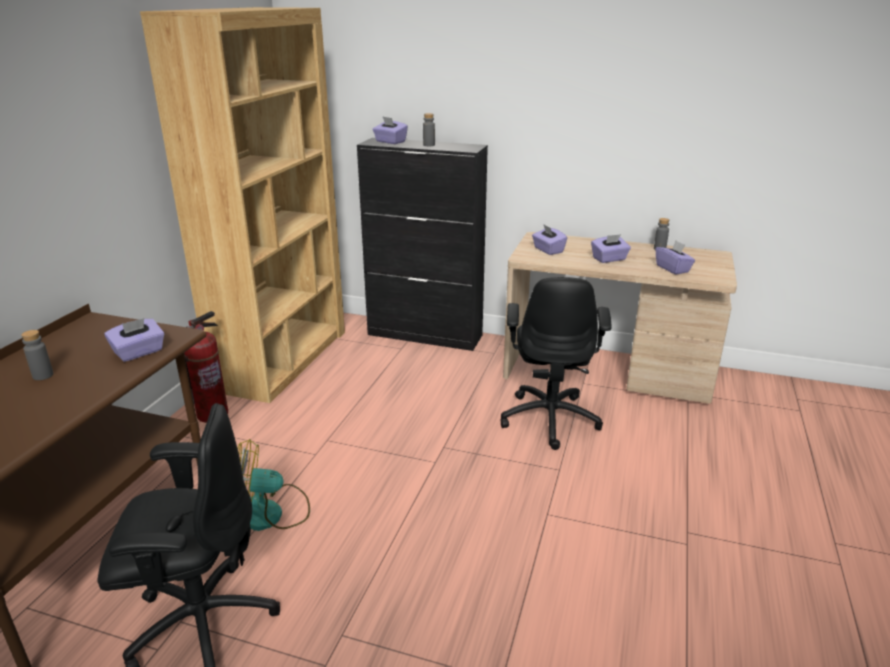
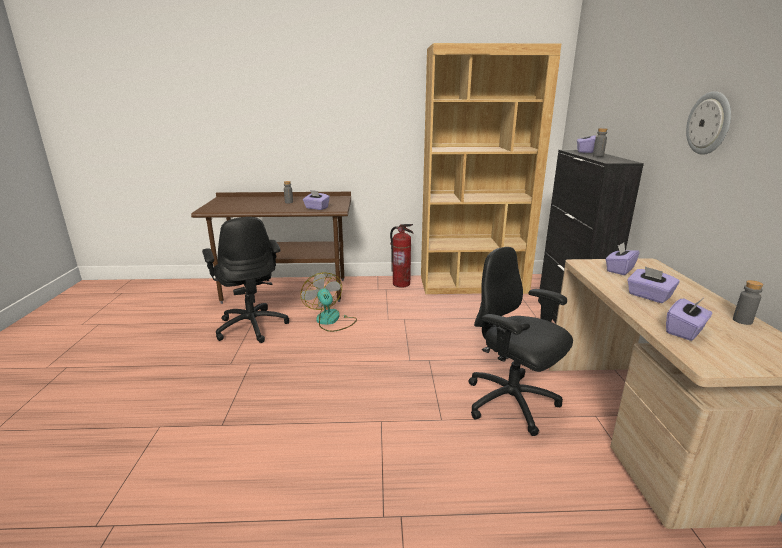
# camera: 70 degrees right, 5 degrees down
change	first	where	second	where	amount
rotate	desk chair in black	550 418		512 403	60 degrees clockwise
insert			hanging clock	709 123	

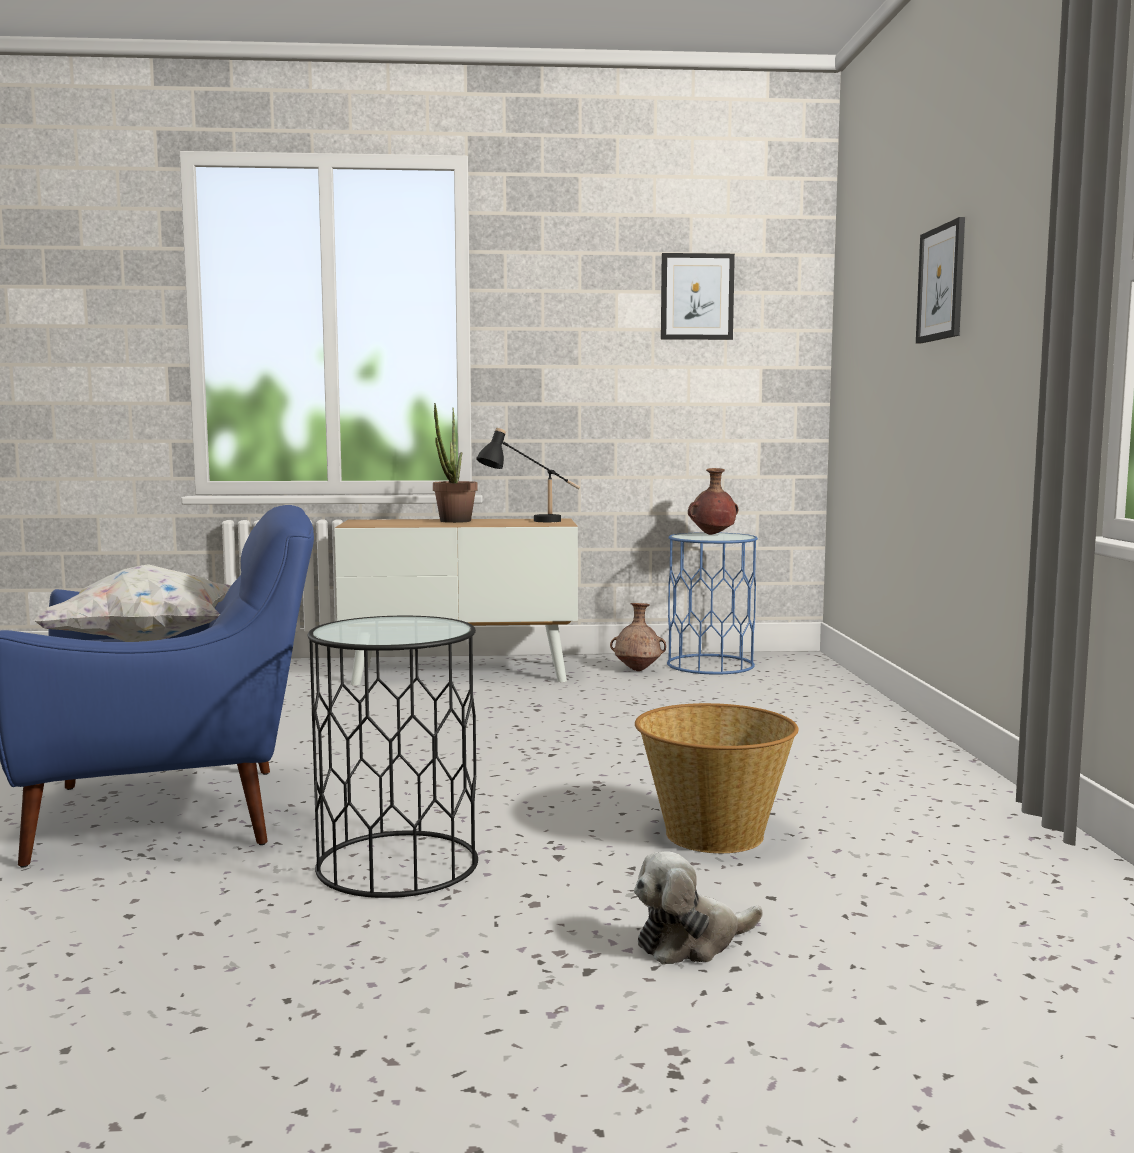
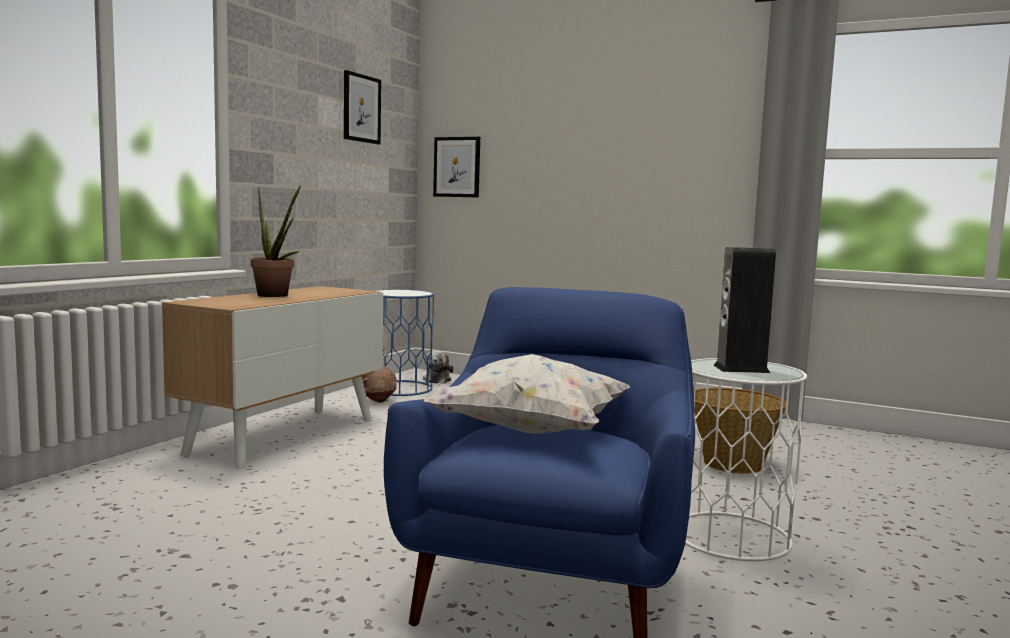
# camera: 60 degrees left, 0 degrees up
change	first	where	second	where	amount
move	wall art	941 283		457 167	
delete	tabletop lamp in black	531 522			
delete	vase in brownish	712 535			
recolor	end table in black	398 864	end table in white	731 536	
move	plush toy	691 942		437 380	
insert			audio speaker	741 369	

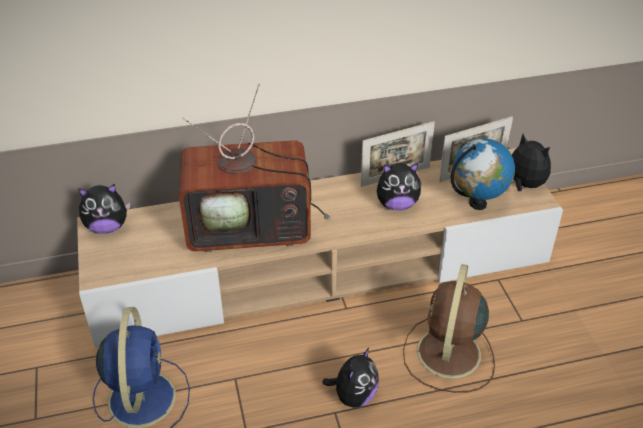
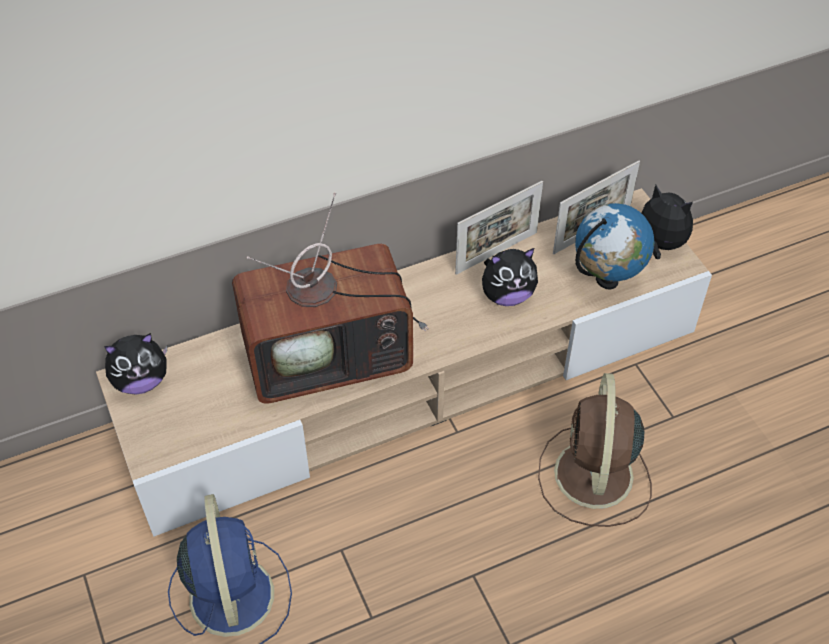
# camera: 10 degrees left, 10 degrees up
change	first	where	second	where	amount
delete	plush toy	353 396			

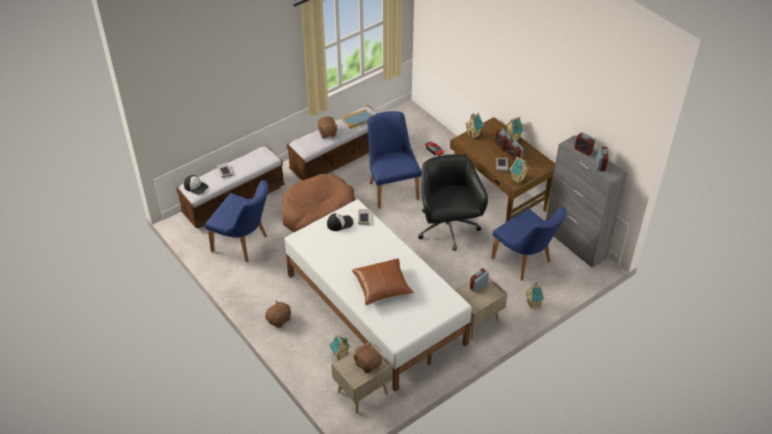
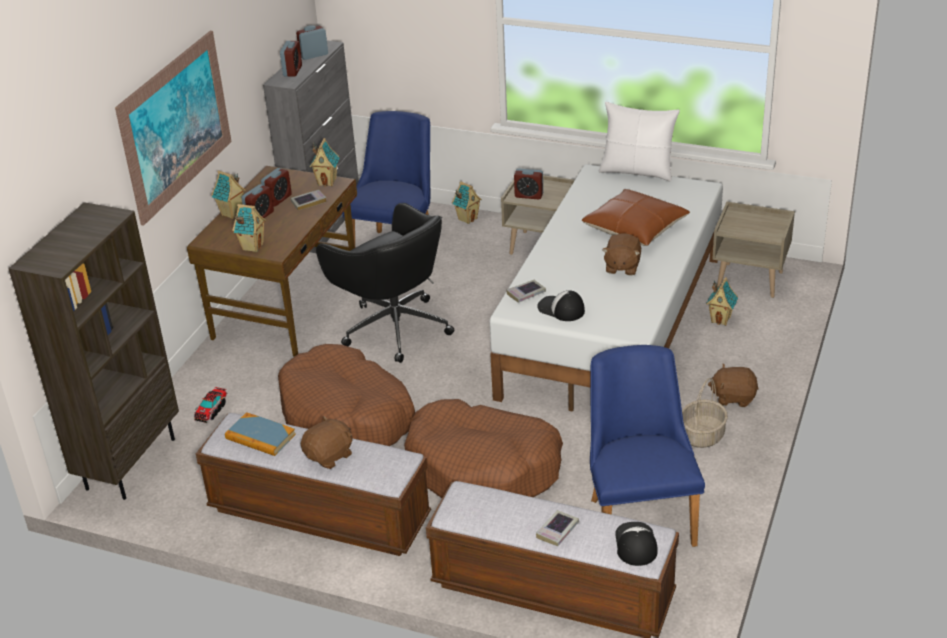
# camera: 120 degrees left, 10 degrees down
change	first	where	second	where	amount
replace	plain chair in bluish	391 187	pet bed in brownish	347 417	
rotate	desk chair in black	448 229		394 327	90 degrees counterclockwise
move	plush toy in brownish	367 364		622 267	
insert			wall art	176 125	
insert			cushion in white	637 171	
insert			bookshelf in brownish	130 463	
insert			basket	702 436	

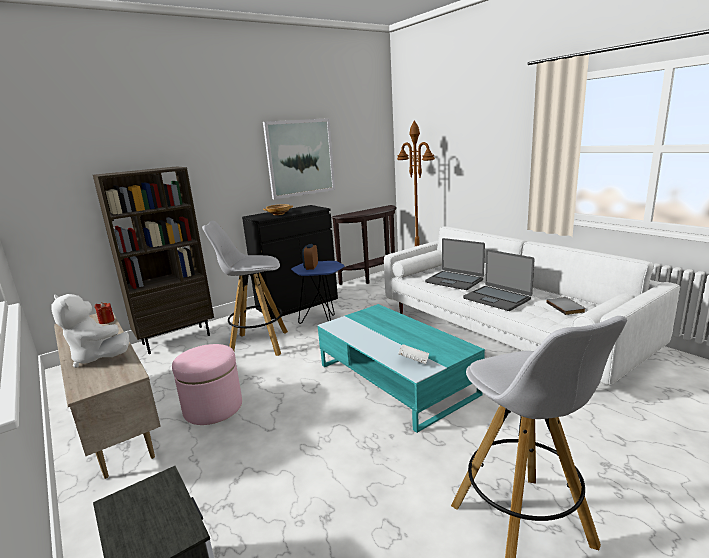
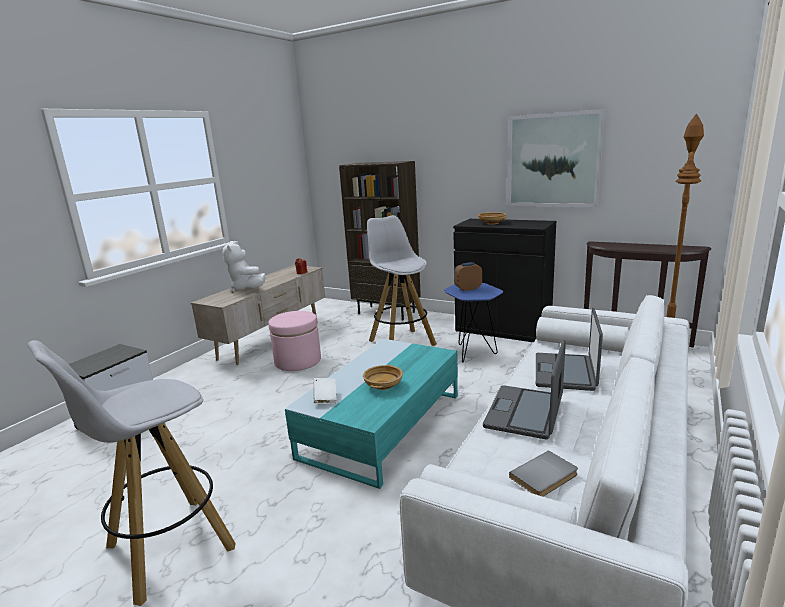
# camera: 65 degrees right, 0 degrees up
change	first	where	second	where	amount
rotate	plush toy in white	97 357		246 289	45 degrees counterclockwise
insert			deep dish in sand-coloured	383 385	

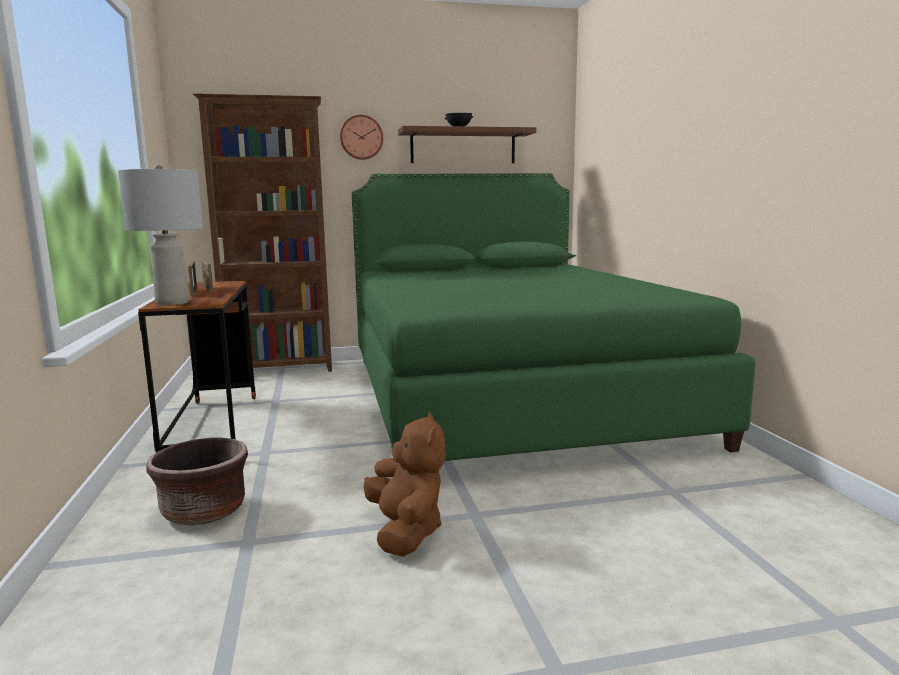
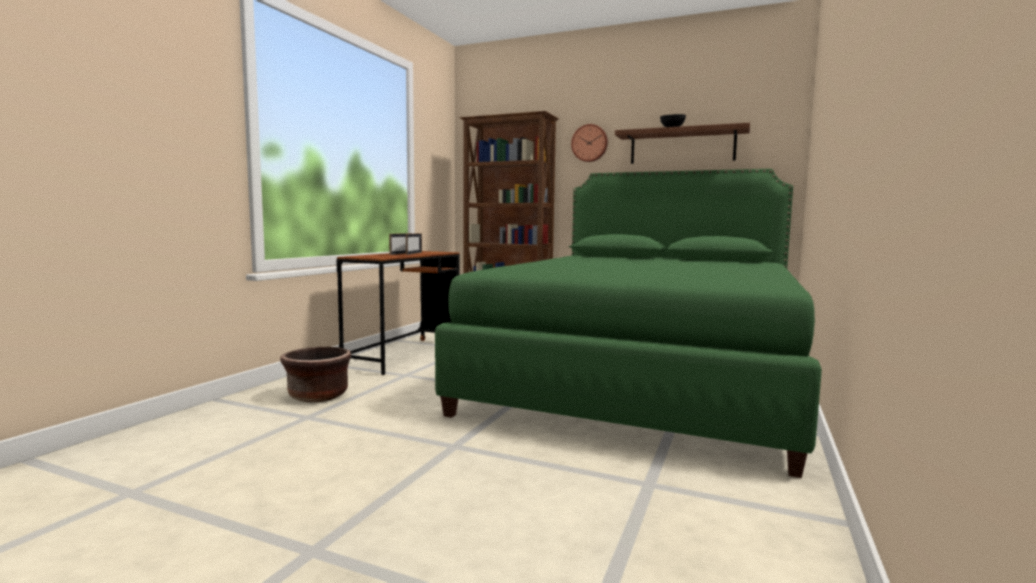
# camera: 35 degrees right, 5 degrees down
change	first	where	second	where	amount
delete	tabletop lamp in greyish	172 302			
delete	plush toy in brownish	405 532			

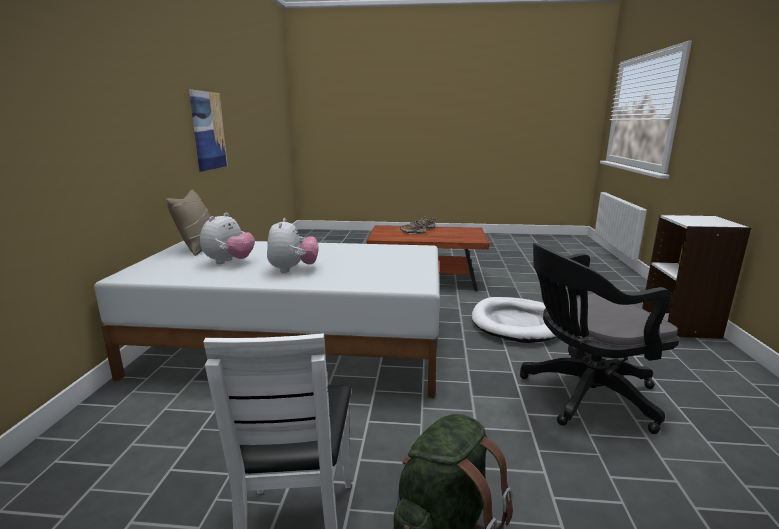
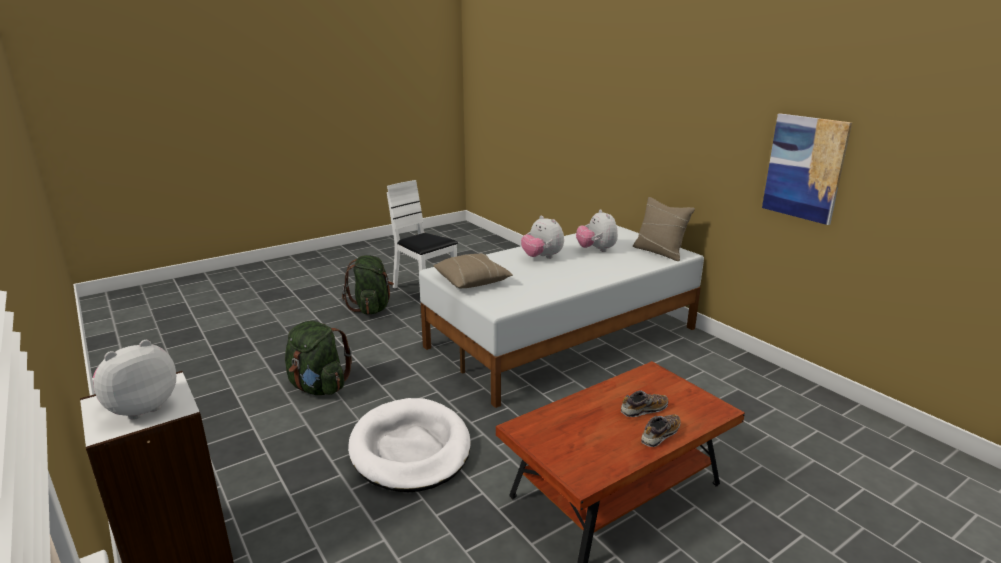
# camera: 140 degrees right, 5 degrees up
change	first	where	second	where	amount
replace	desk chair in black	583 395	backpack in green-coloured	318 387	
insert			cushion in sand-coloured	472 281	
insert			plush toy	140 408	

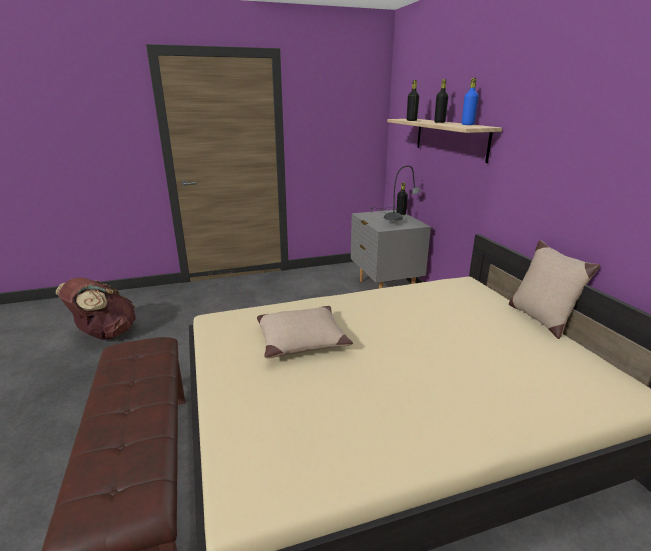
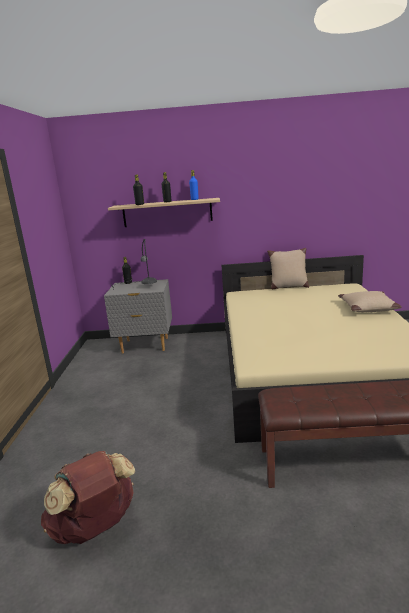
# camera: 70 degrees left, 5 degrees down
change	first	where	second	where	amount
move	cushion in sand-coloured	301 340		367 308	

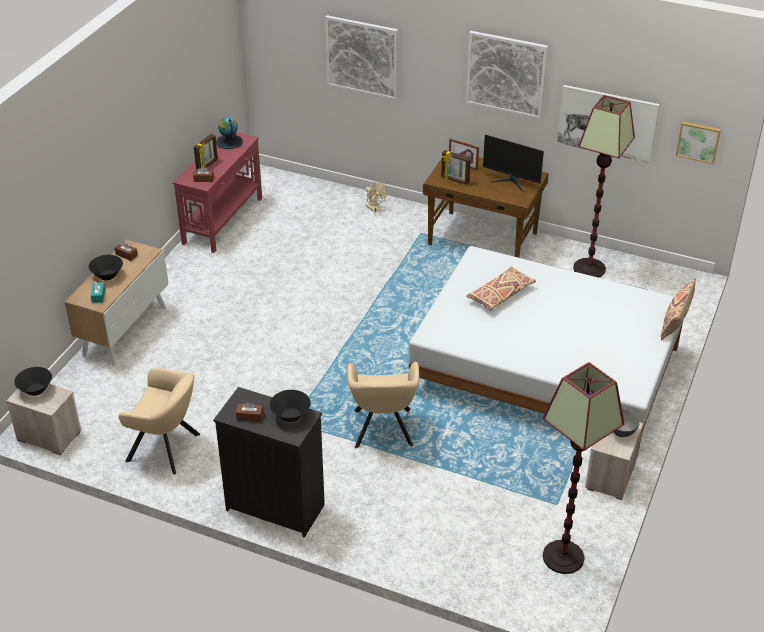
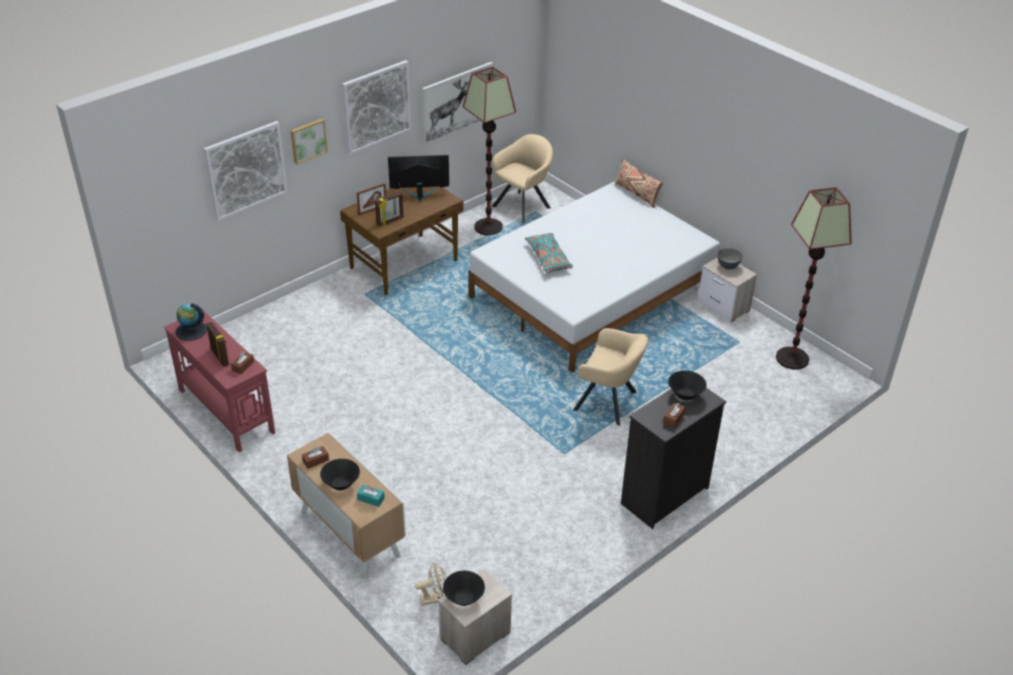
# camera: 65 degrees left, 0 degrees up
change	first	where	second	where	amount
move	wall art	698 141		308 140	
rotate	computer screen	511 181		419 195	150 degrees counterclockwise
move	electric fan in sand-coloured	375 209		434 598	
recolor	cushion in sand-coloured	500 295	cushion in turquoise-coloured	548 259	
move	easy chair in sand-coloured	167 449		523 205	

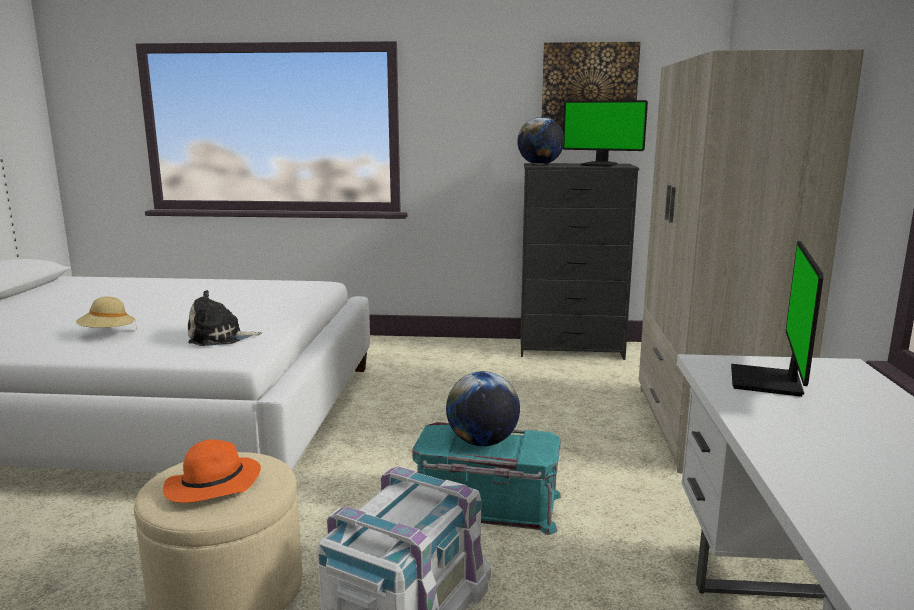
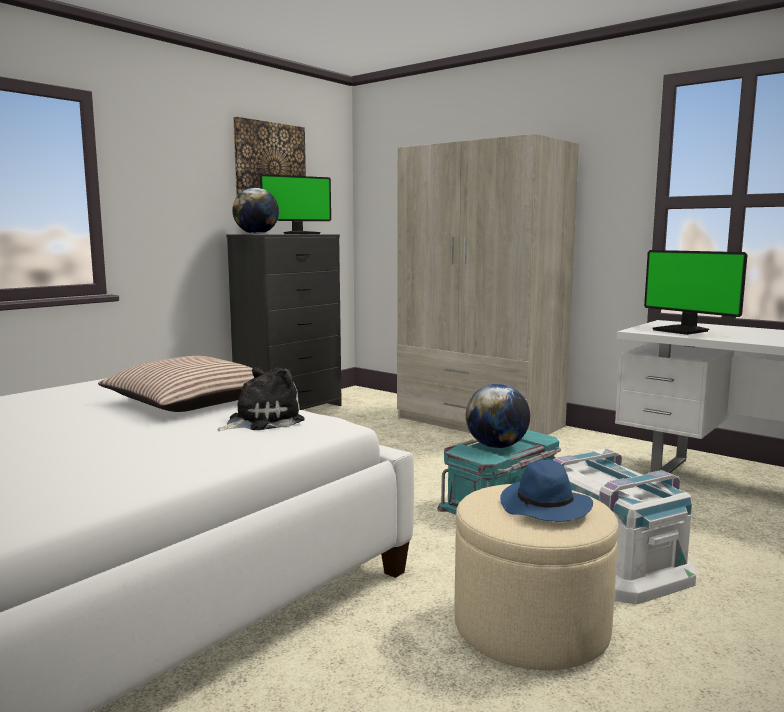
# camera: 55 degrees left, 5 degrees down
change	first	where	second	where	amount
rotate	plush toy	219 338		261 421	150 degrees counterclockwise
delete	wearable hat in sand-coloured	107 333			
recolor	wearable hat in orangey	212 486	wearable hat in bluish	545 507	
insert			cushion	190 402	

